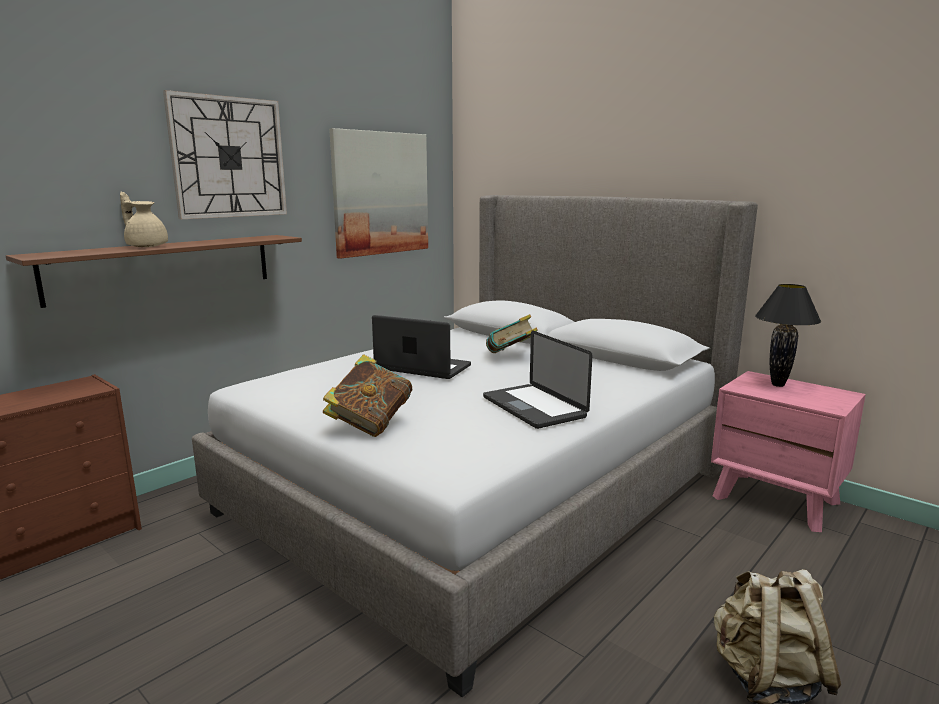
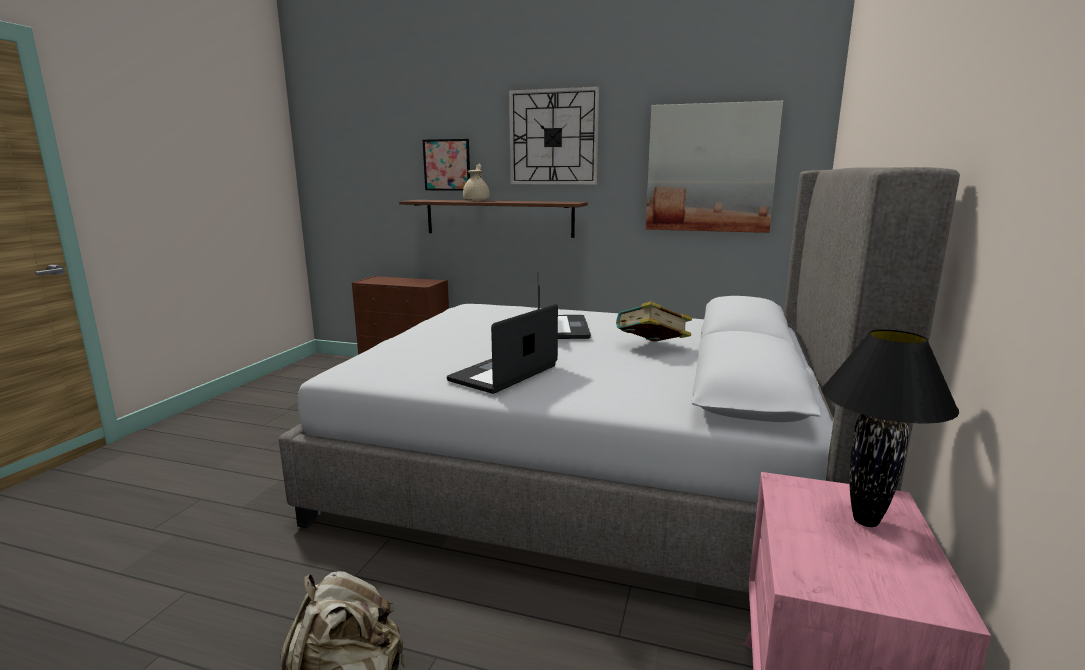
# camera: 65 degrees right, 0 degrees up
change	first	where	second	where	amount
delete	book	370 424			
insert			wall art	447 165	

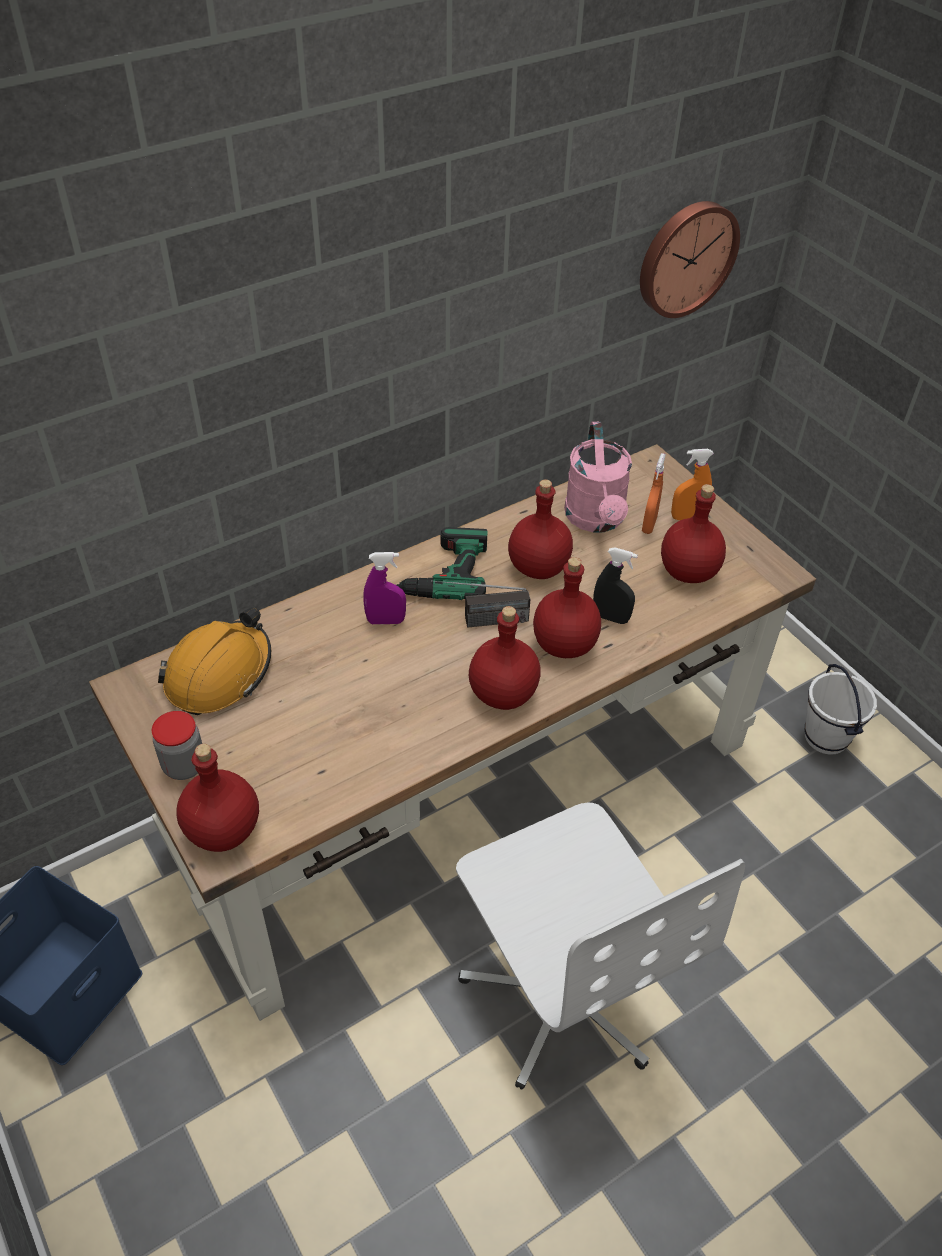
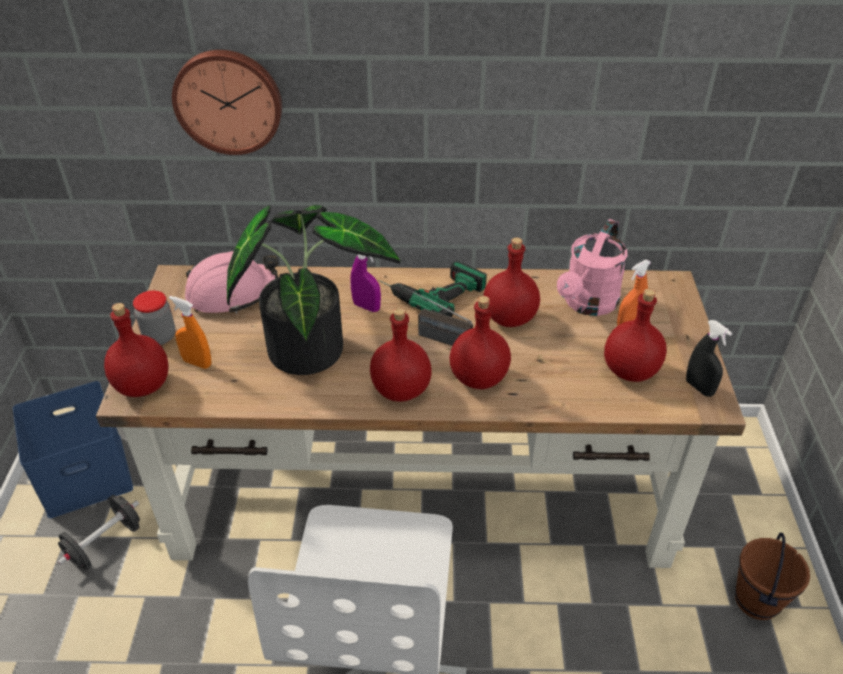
# camera: 35 degrees right, 5 degrees down
change	first	where	second	where	amount
move	hanging clock	685 257		228 101	
move	spray bottle in orangey	687 517		197 363	
move	spray bottle in black	610 617		699 387	
recolor	hard hat in orangey	219 673	hard hat in pink-coloured	232 293	
recolor	pail in white	826 737	pail in brownish	757 601	
insert			potted plant	311 344	
insert			dumbbell in black	105 544	

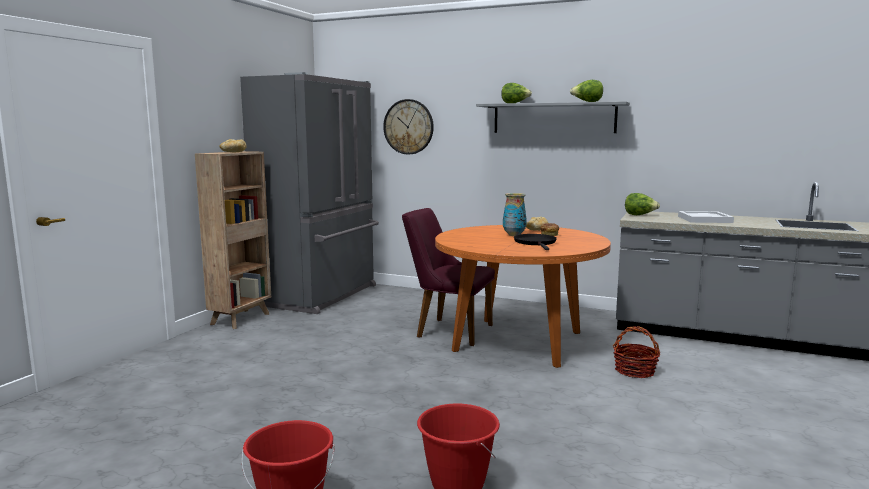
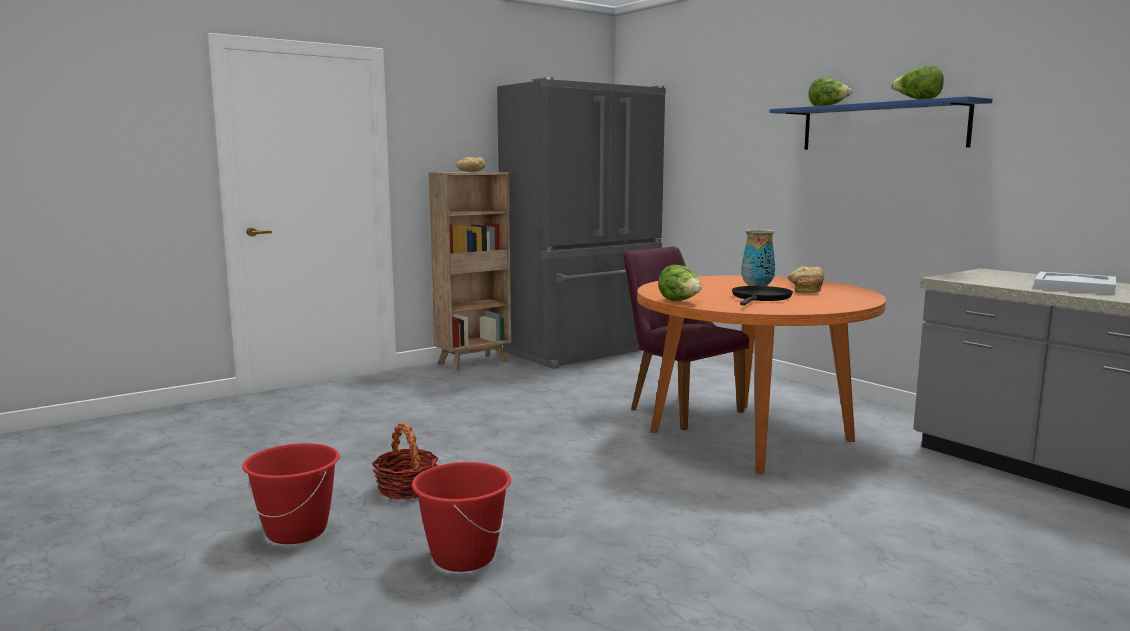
# camera: 30 degrees right, 0 degrees up
change	first	where	second	where	amount
delete	hanging clock	408 127			
recolor	shelf in greyish	553 118	shelf in bluish	882 127	
move	lettuce head	640 215		680 301	
move	basket	635 371		406 489	

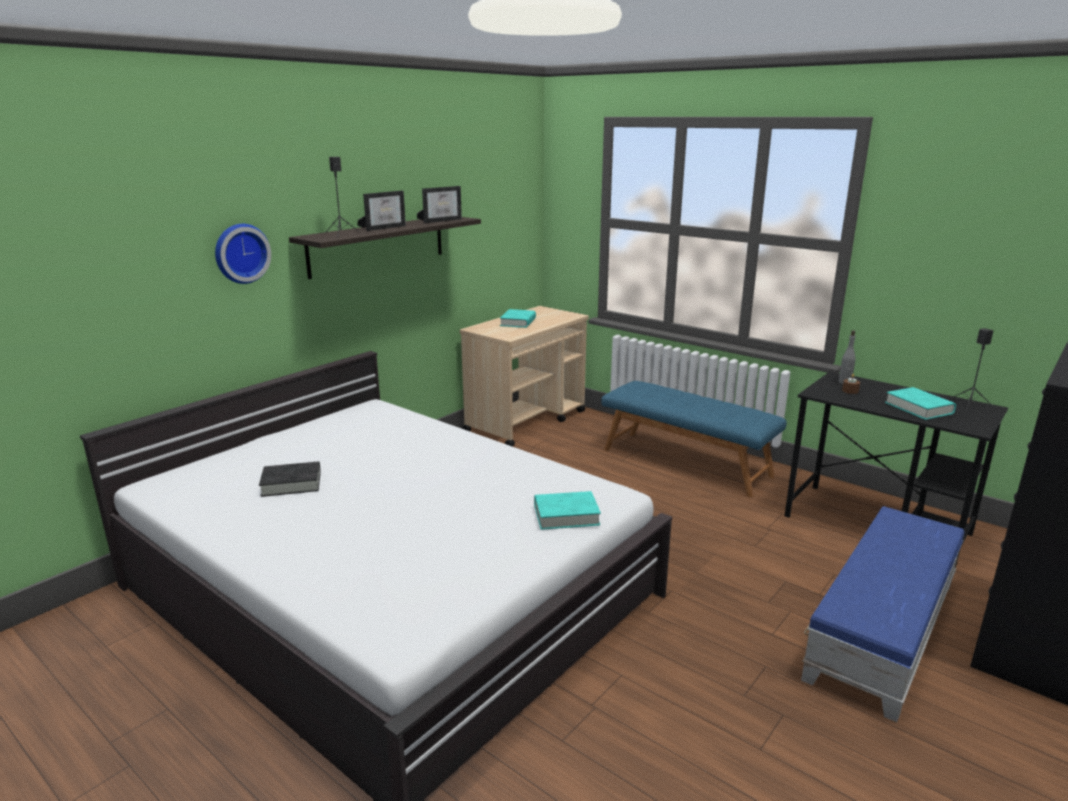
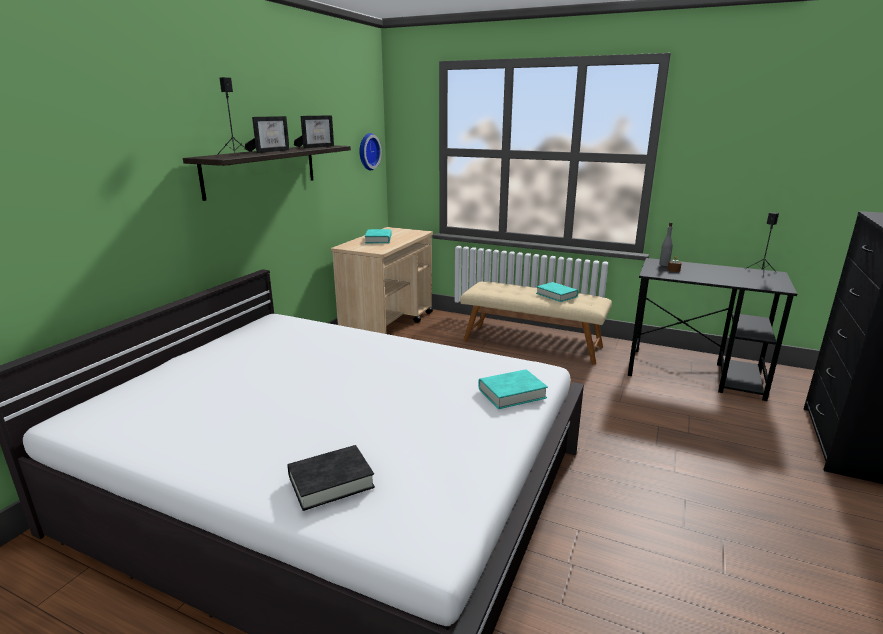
# camera: 15 degrees left, 0 degrees up
change	first	where	second	where	amount
move	hanging clock	240 253		367 151	
recolor	bench in bluish	686 462	bench in sand-coloured	532 343	
move	book in turquoise-coloured	918 408		556 295	
move	book in black	291 483		331 482	
delete	footrest in bluish	881 629			

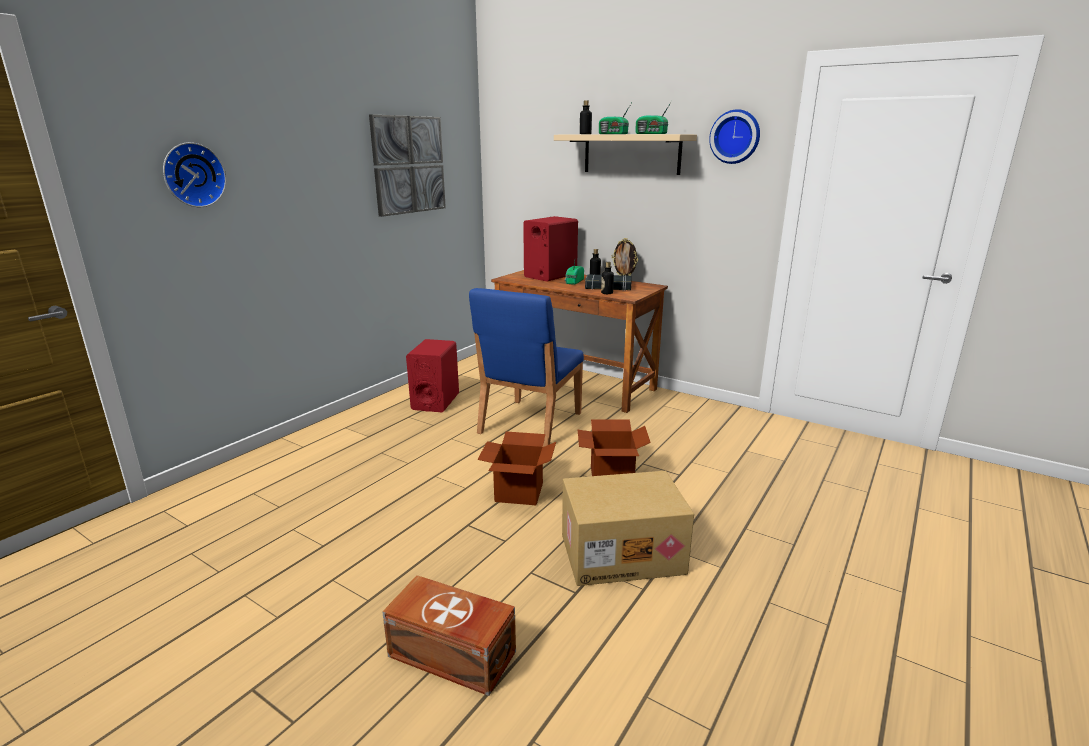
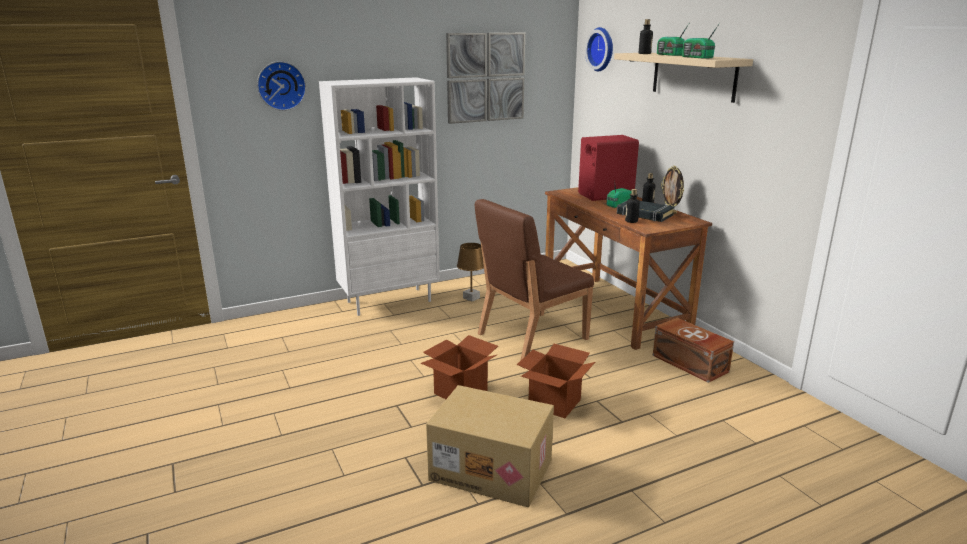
# camera: 30 degrees right, 0 degrees up
change	first	where	second	where	amount
move	hanging clock	735 137		602 49	
recolor	plain chair in bluish	529 423	plain chair in brownish	531 336	
replace	audio speaker in red	435 401	tabletop lamp in brownish	471 298	
move	storage box in brownish	452 655		690 364	
insert			bookshelf in white	389 301	

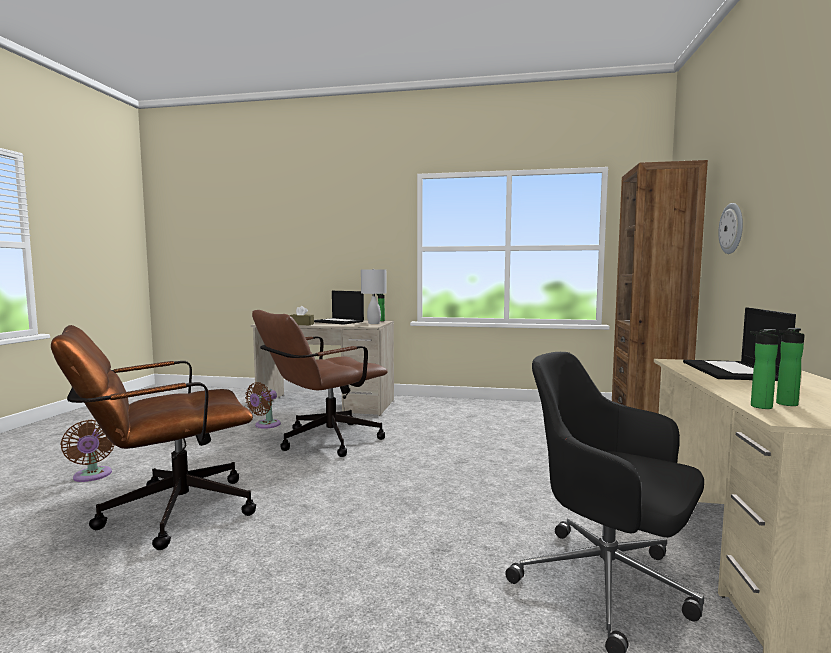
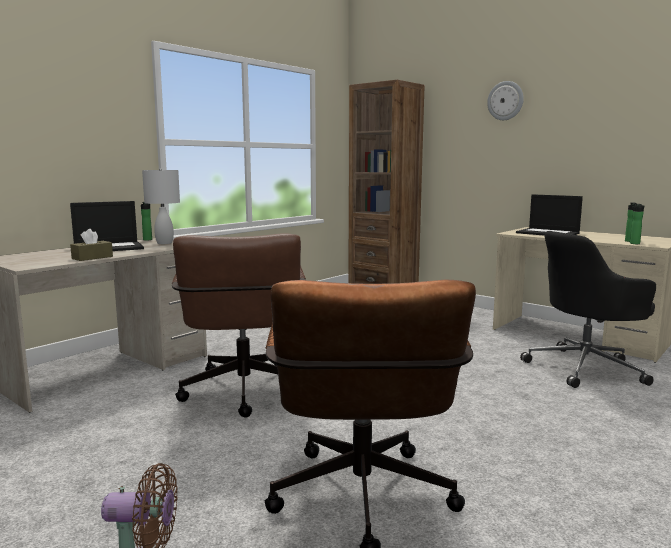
# camera: 60 degrees left, 5 degrees up
change	first	where	second	where	amount
move	hanging clock	732 228		505 100	
delete	electric fan in brownish	265 425			

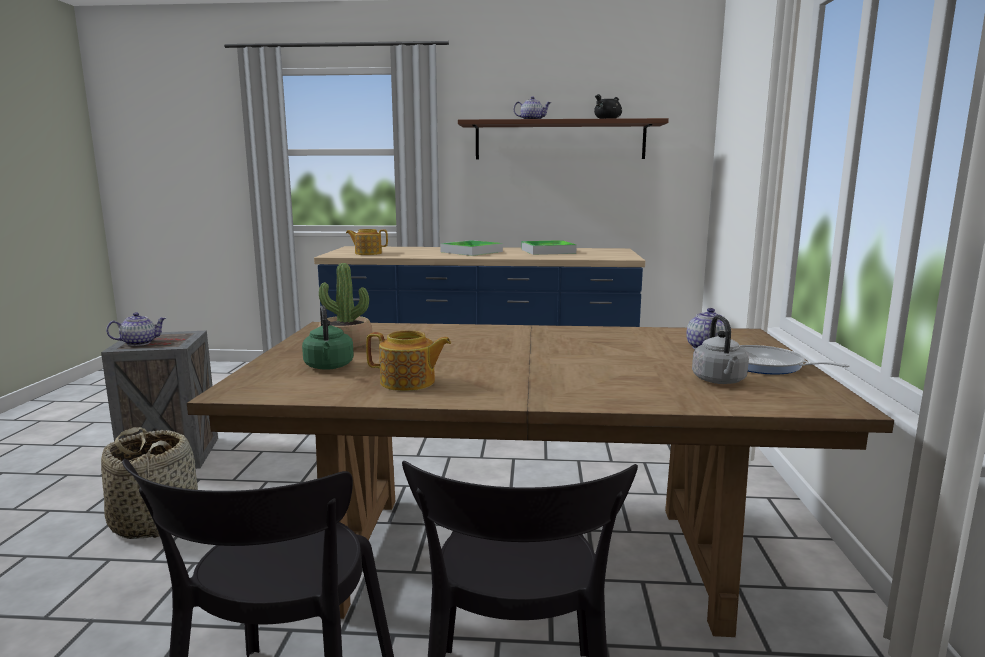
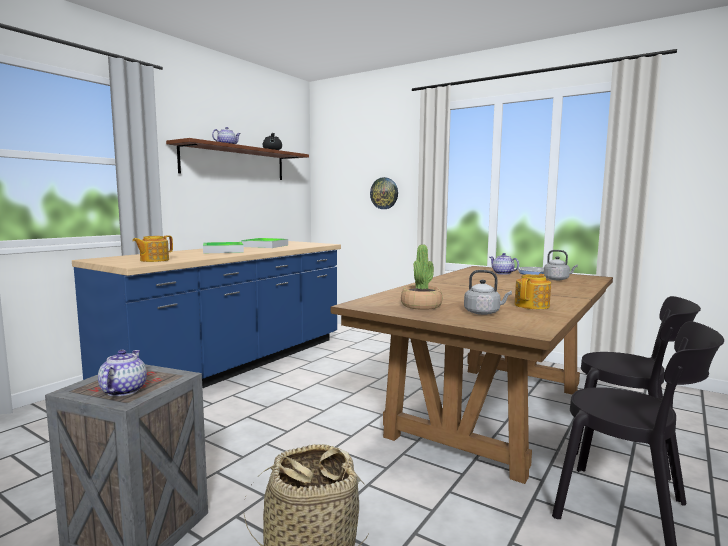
# camera: 60 degrees left, 5 degrees down
change	first	where	second	where	amount
recolor	tea kettle in green-coloured	329 367	tea kettle in greyish	484 313	
insert			hanging clock	384 193	

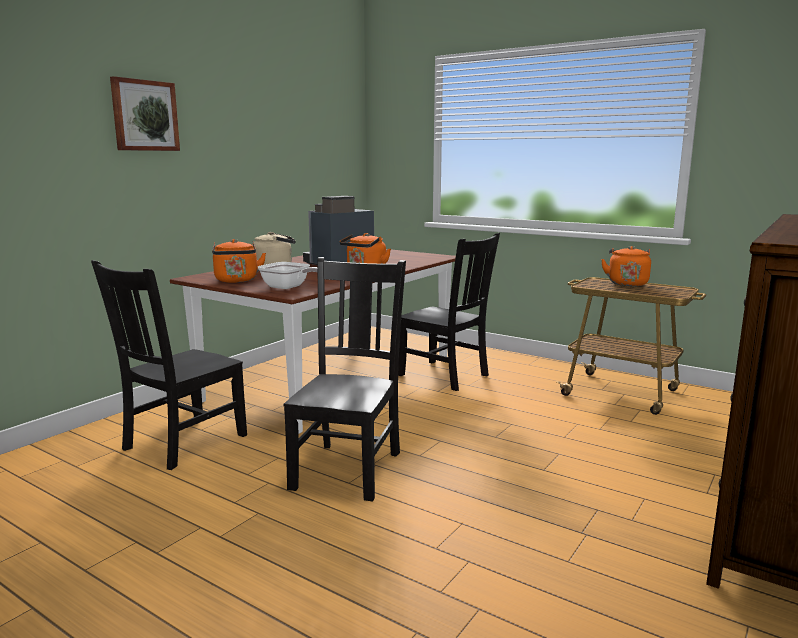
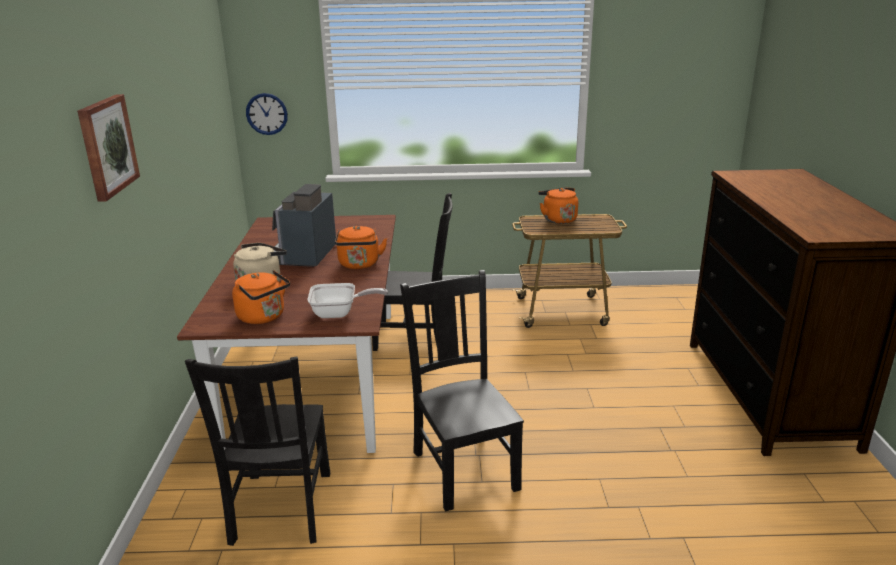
# camera: 35 degrees left, 10 degrees up
change	first	where	second	where	amount
insert			hanging clock	267 114	

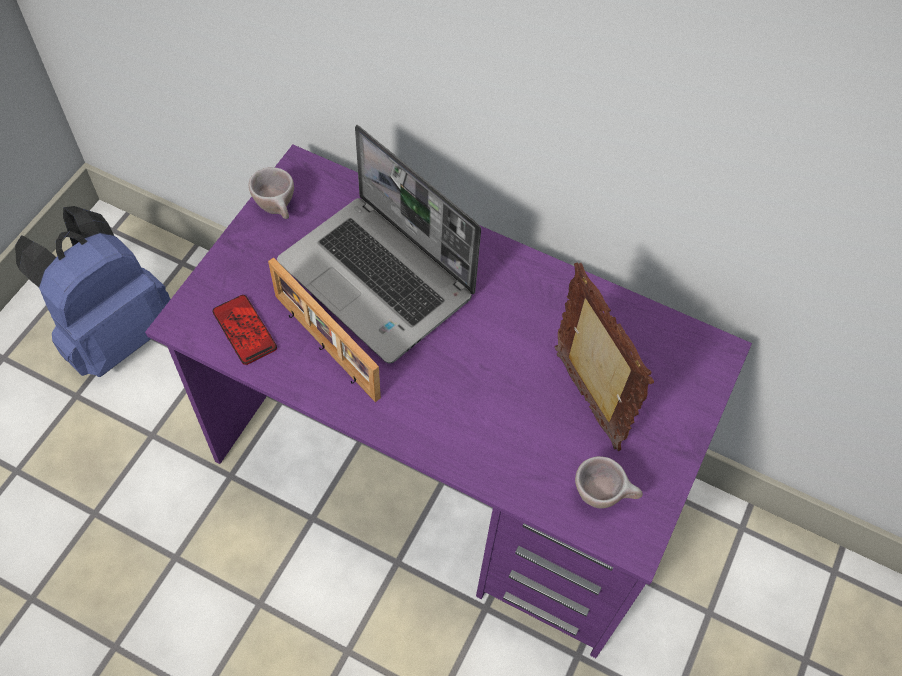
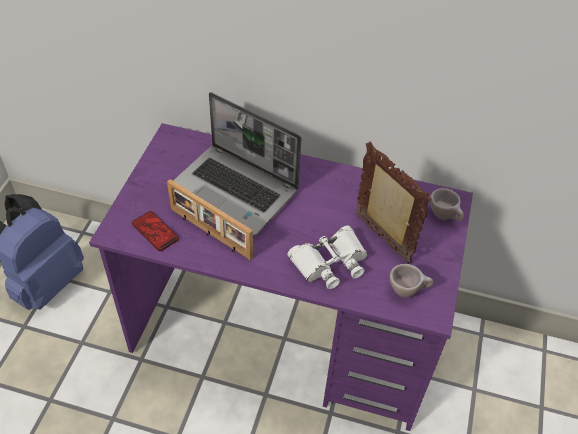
# camera: 10 degrees left, 10 degrees down
change	first	where	second	where	amount
move	cup in sand-coloured	278 209		444 216	
insert			binoculars in white	330 262	

